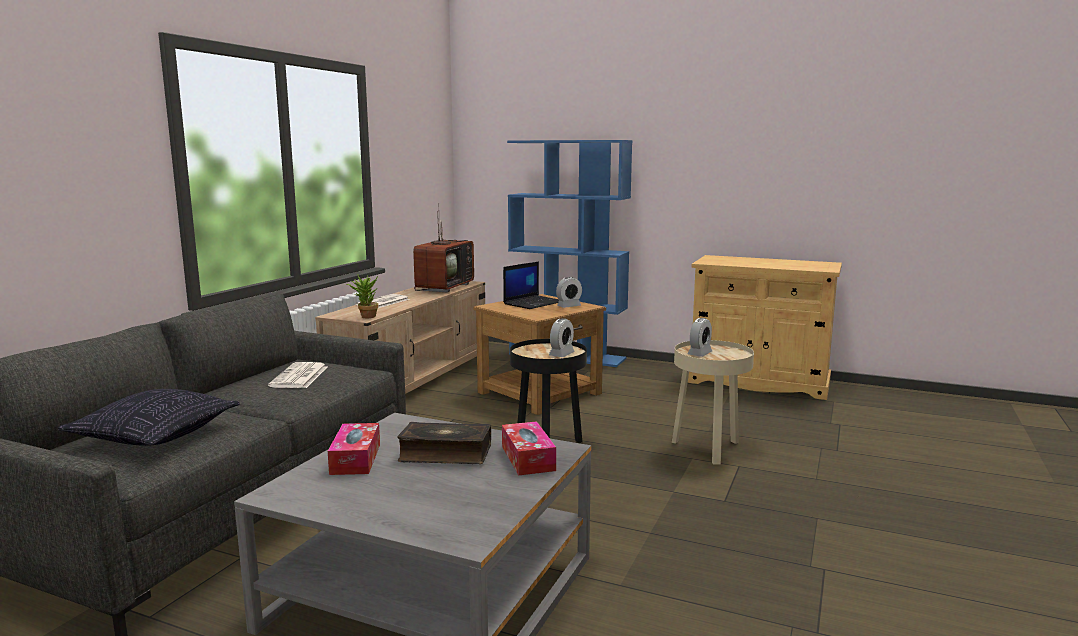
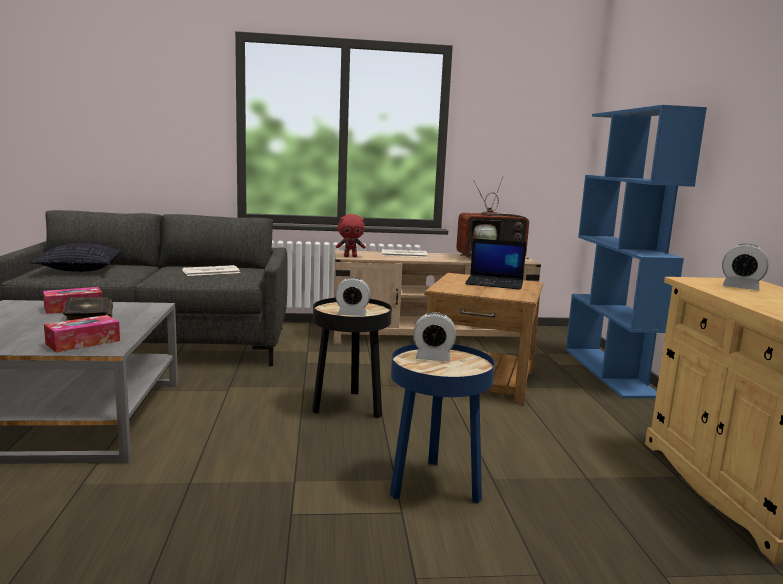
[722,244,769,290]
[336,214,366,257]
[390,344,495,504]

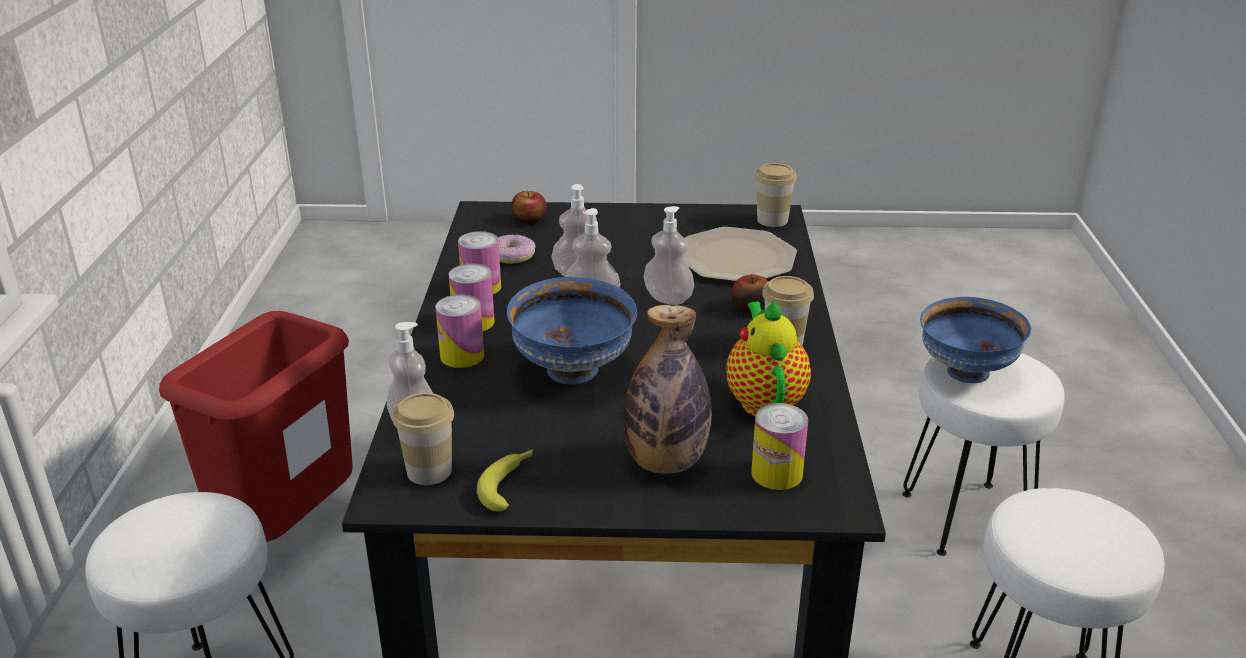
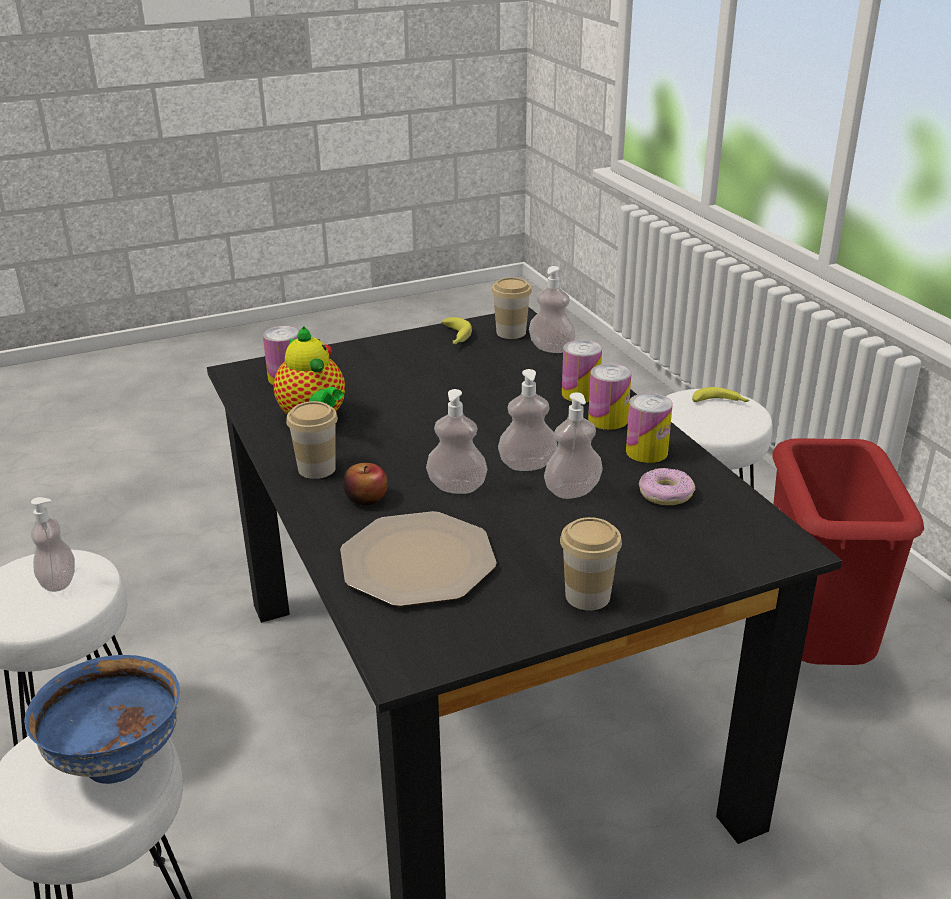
[507,277,637,384] (first image)
[511,191,547,224] (first image)
[623,305,712,474] (first image)
[31,497,75,592]
[692,387,750,403]
[560,517,622,611]

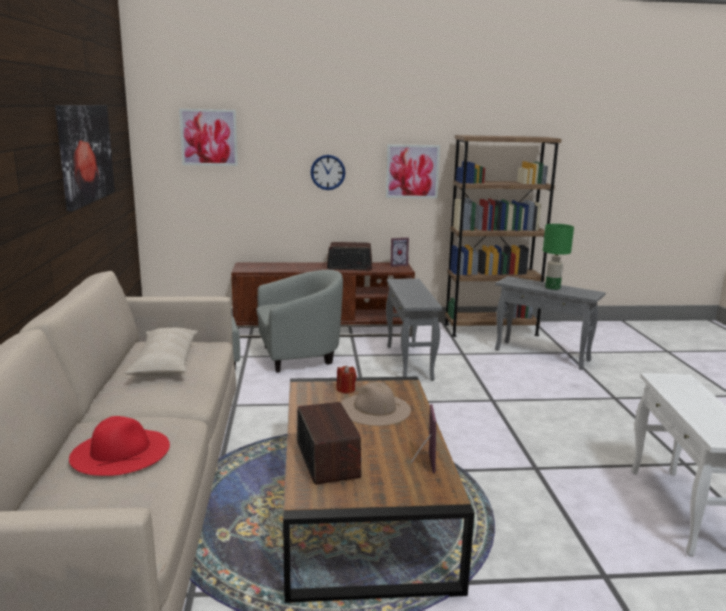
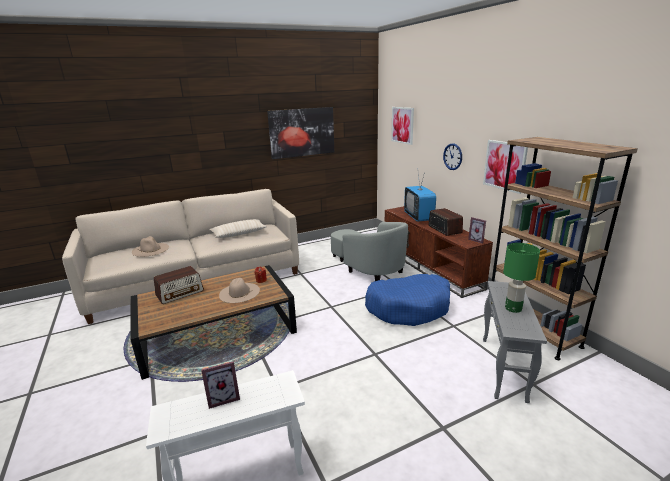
[404,172,436,222]
[201,361,240,409]
[365,274,450,326]
[132,236,169,257]

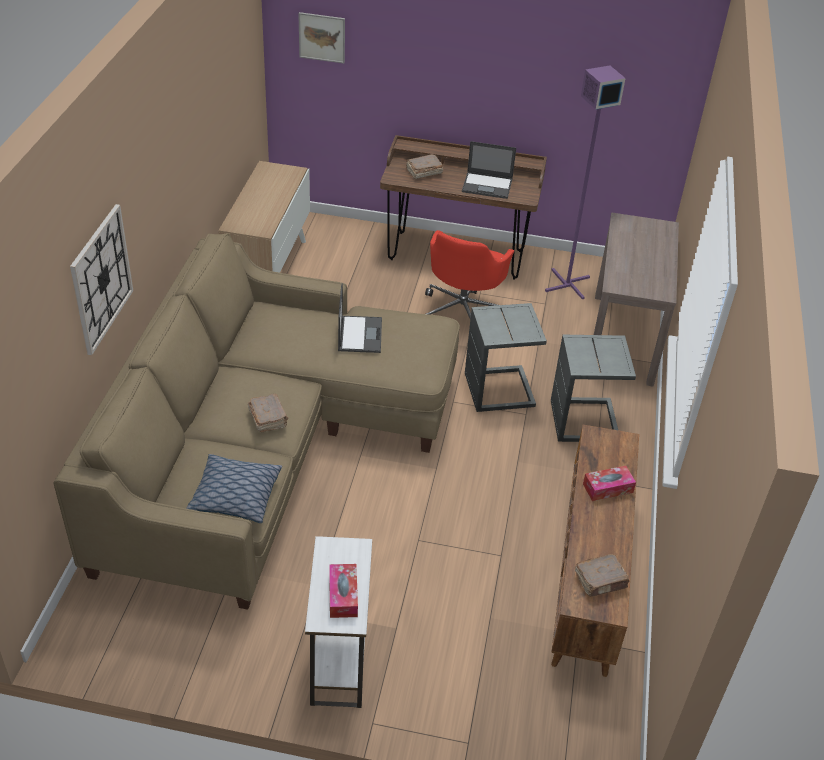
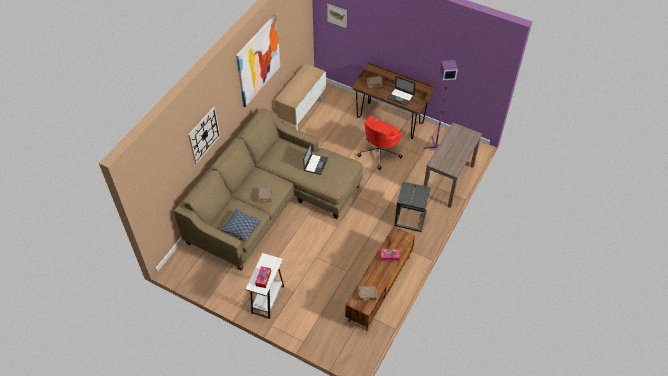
[465,303,547,412] (first image)
[236,14,281,107]

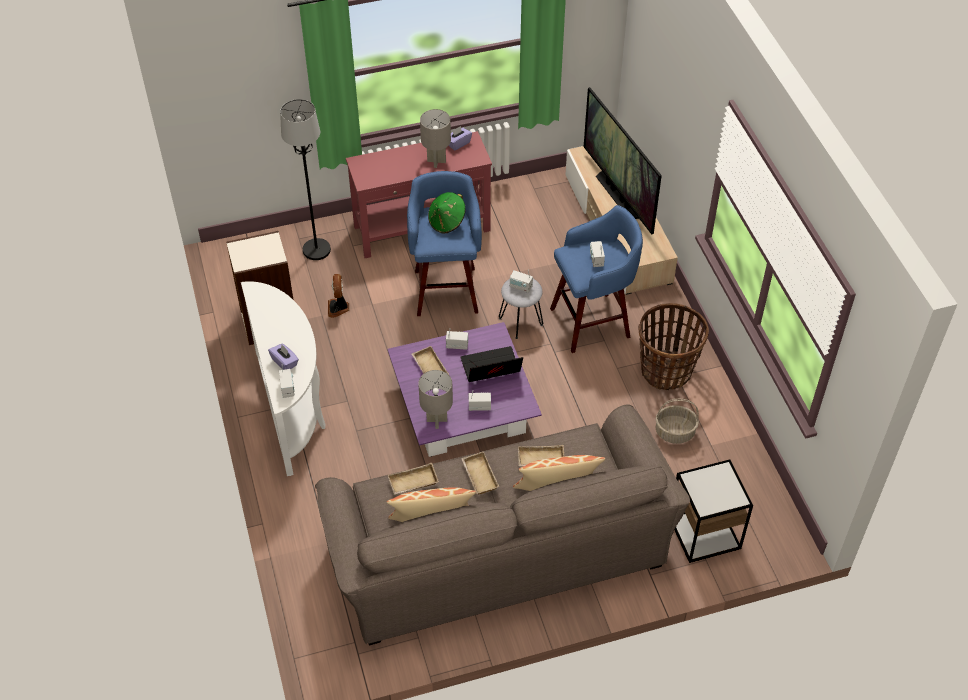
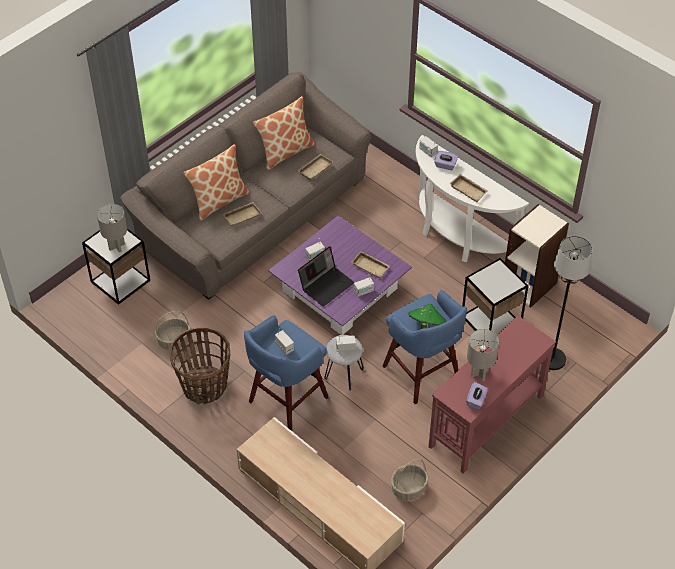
[584,87,662,235] (first image)
[391,459,428,500]
[97,204,127,253]
[450,174,488,202]
[462,258,528,335]

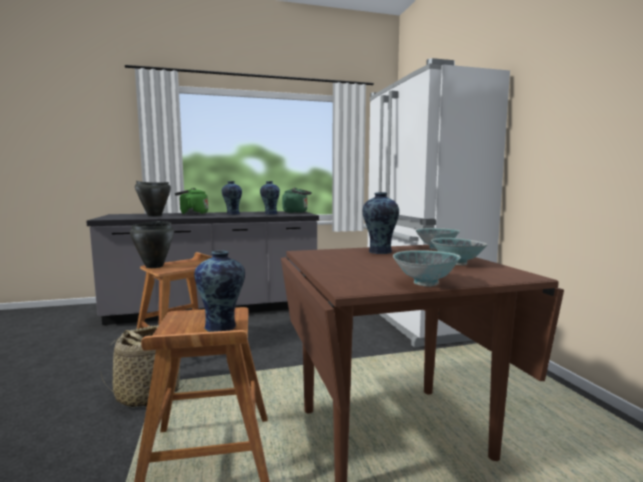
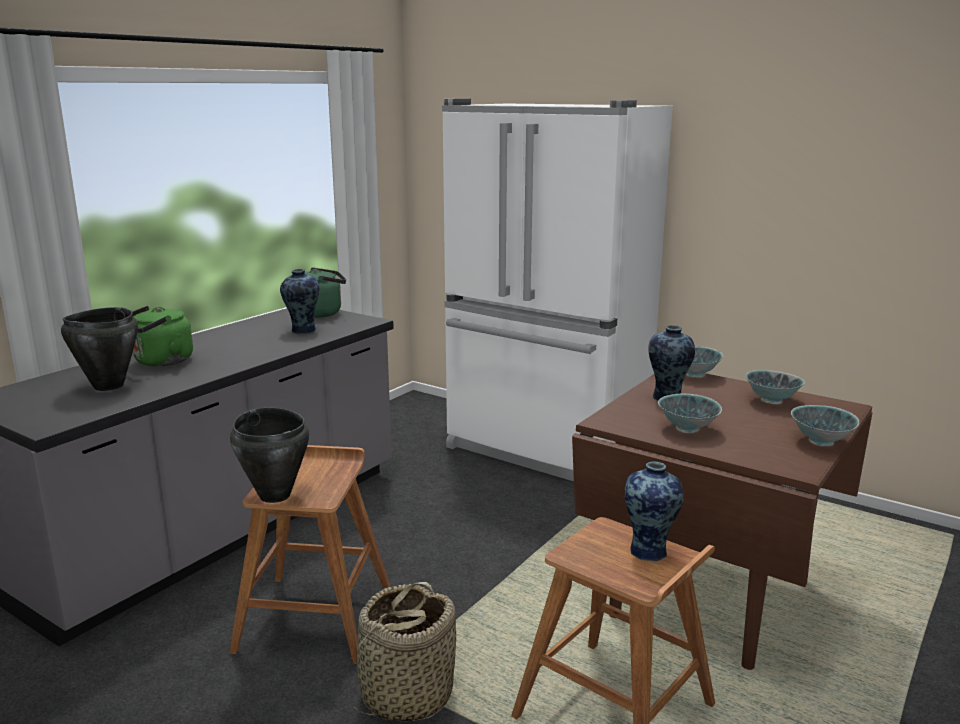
[221,181,242,215] (first image)
[658,394,722,434]

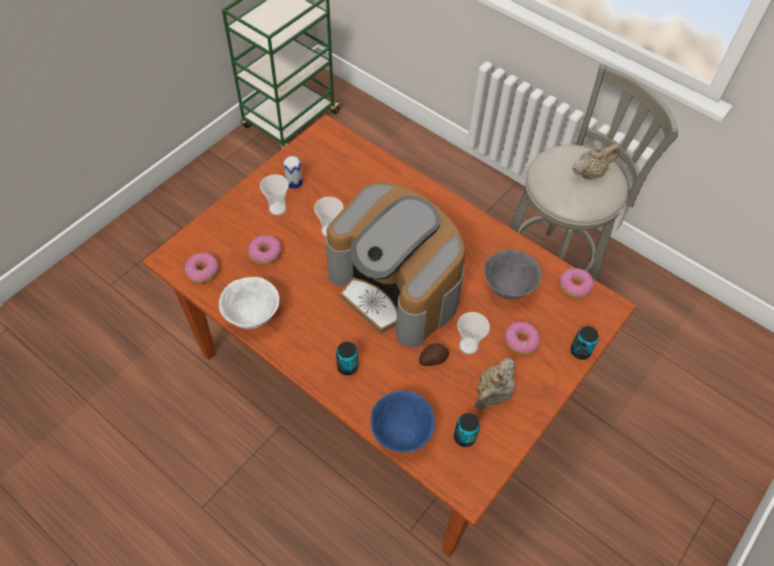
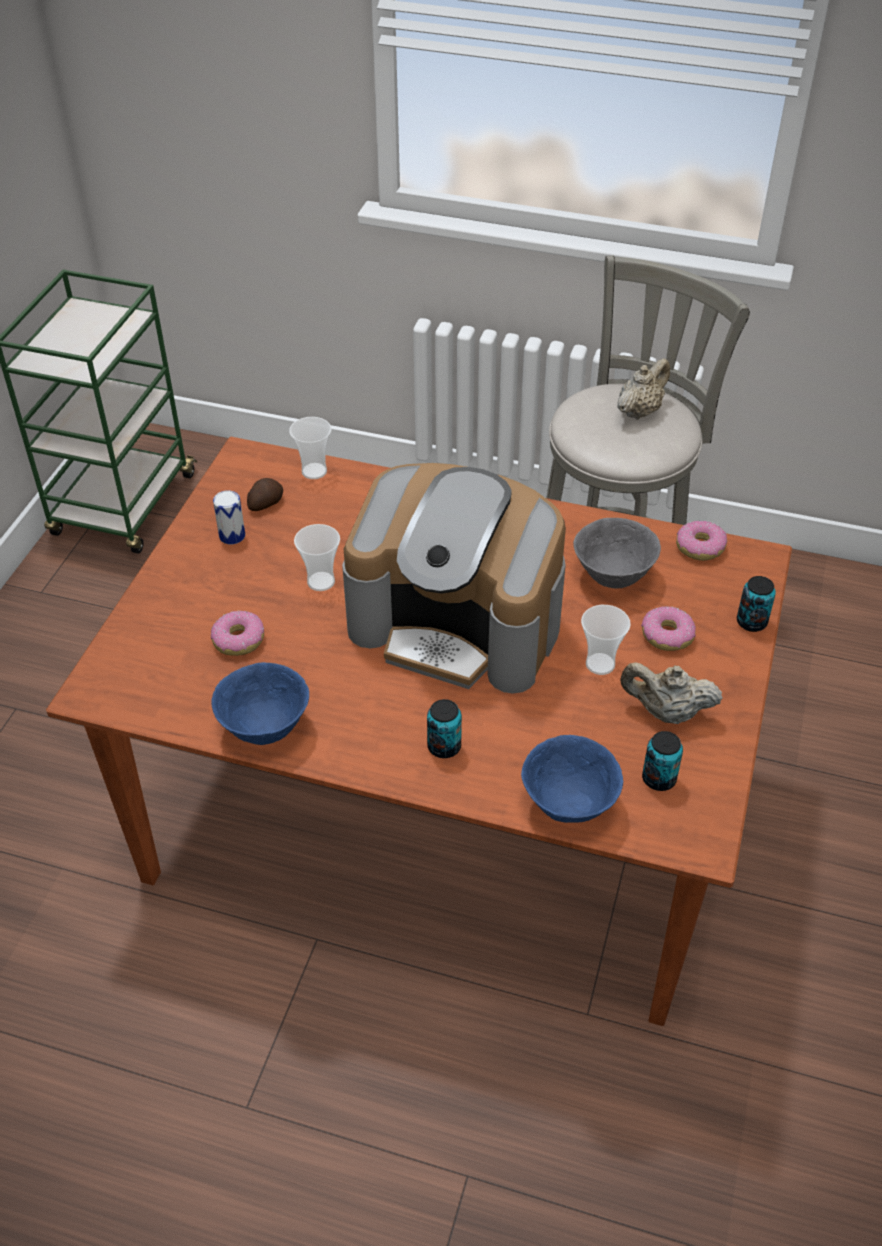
[184,253,219,283] (first image)
[289,417,332,479]
[247,478,283,511]
[211,662,309,745]
[620,662,723,724]

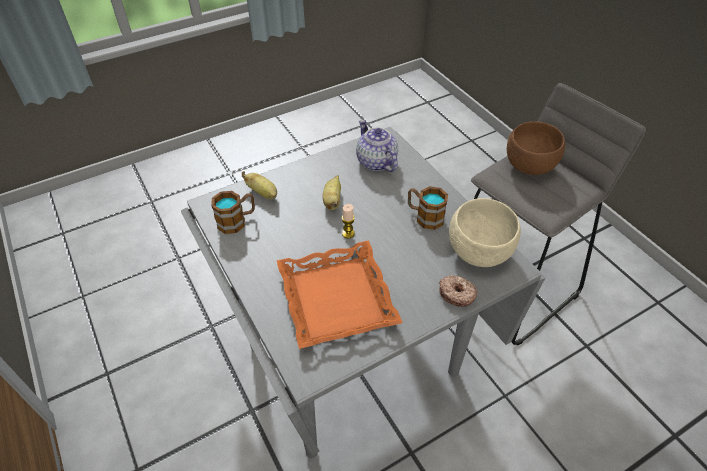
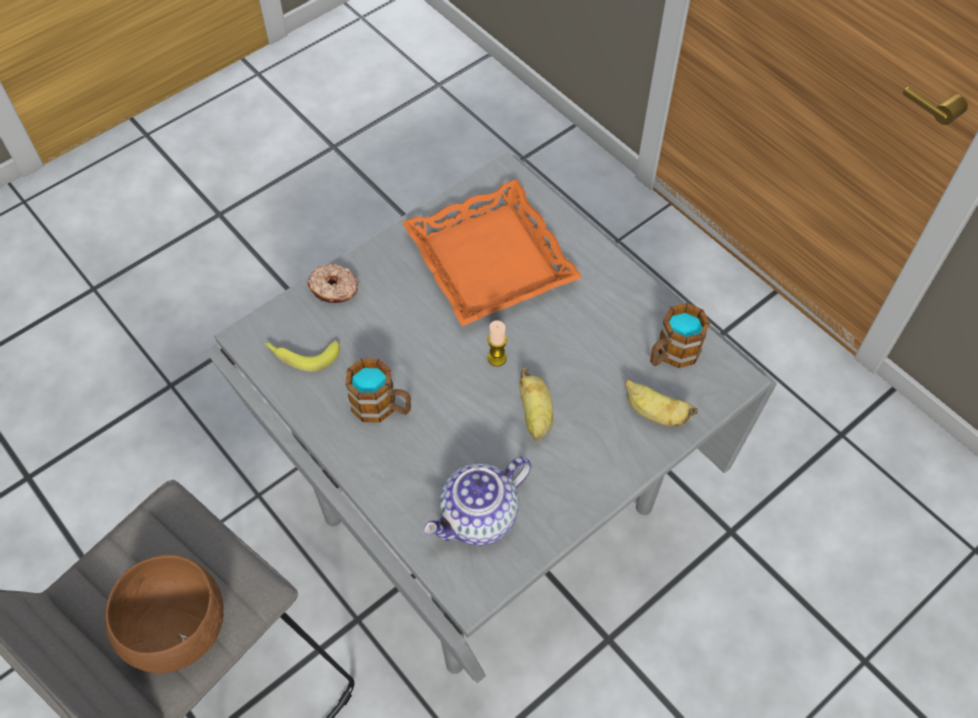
[264,340,340,372]
[423,456,532,546]

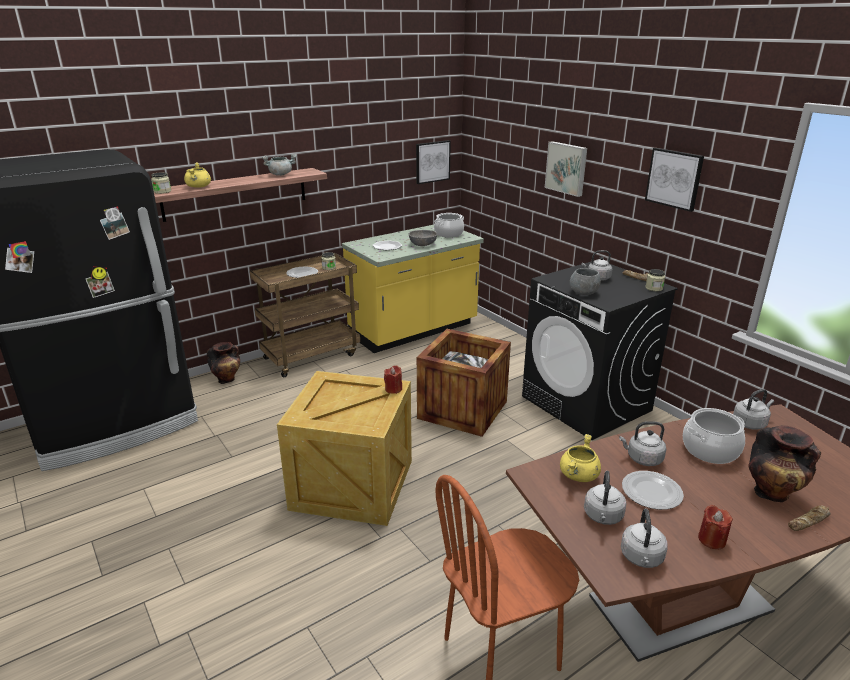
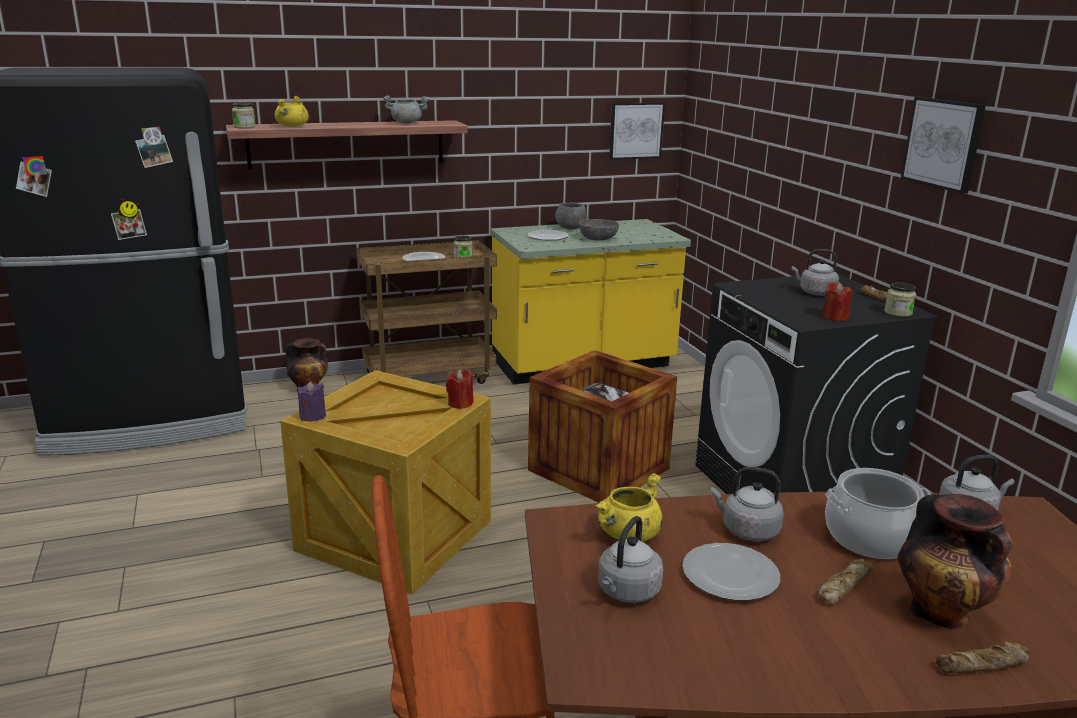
[434,213,464,238] (first image)
[545,141,587,197] (first image)
[621,508,668,568] (first image)
[298,381,326,421]
[818,559,874,605]
[555,203,587,229]
[822,282,853,321]

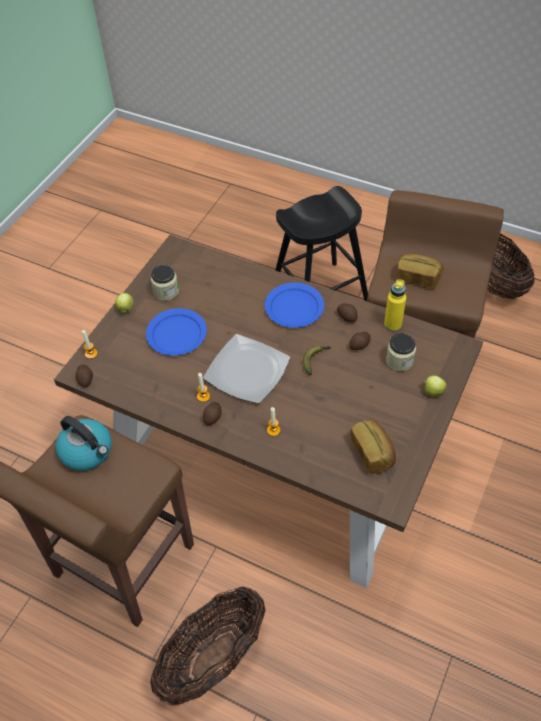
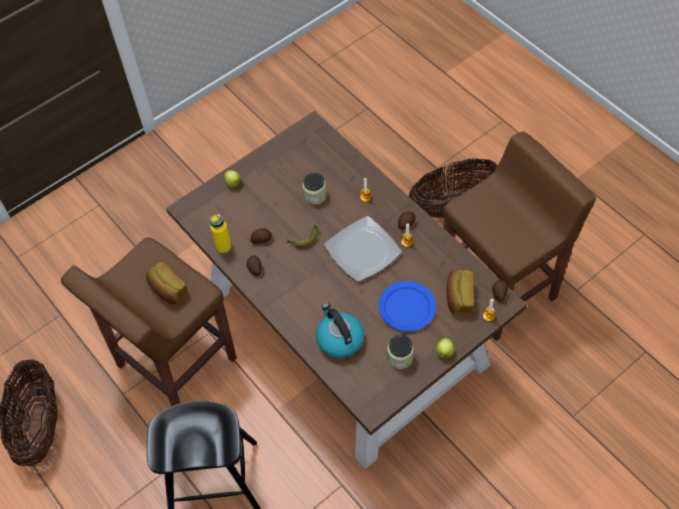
[265,283,324,328] (first image)
[316,303,364,358]
[446,270,474,315]
[302,172,327,205]

